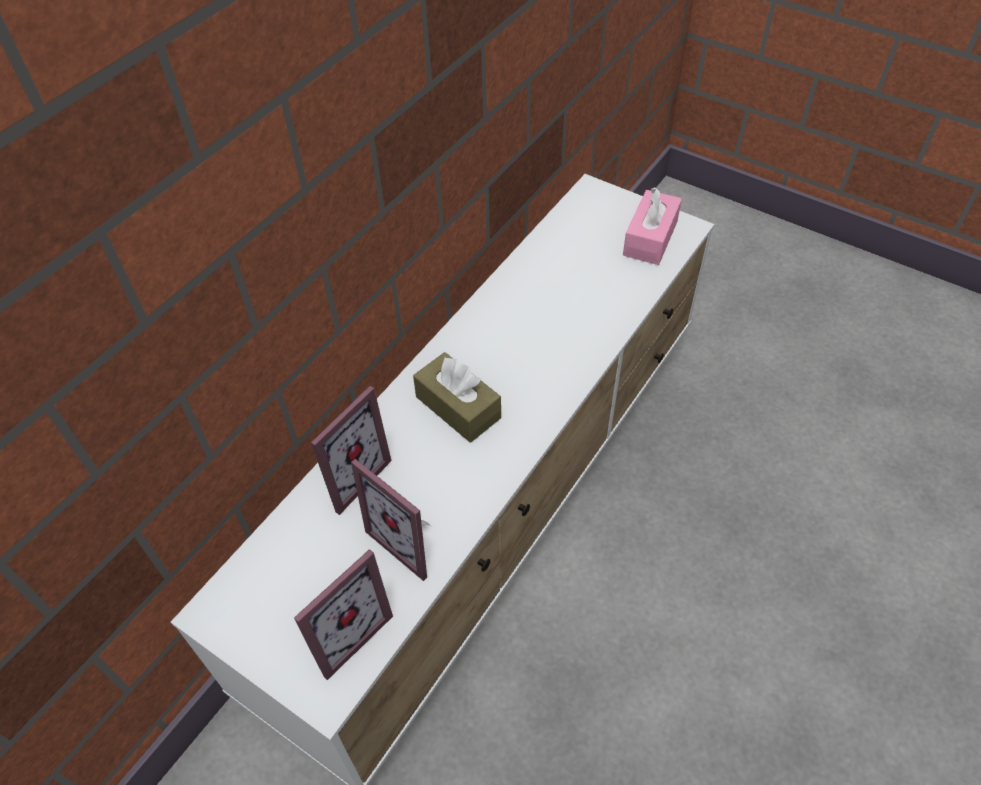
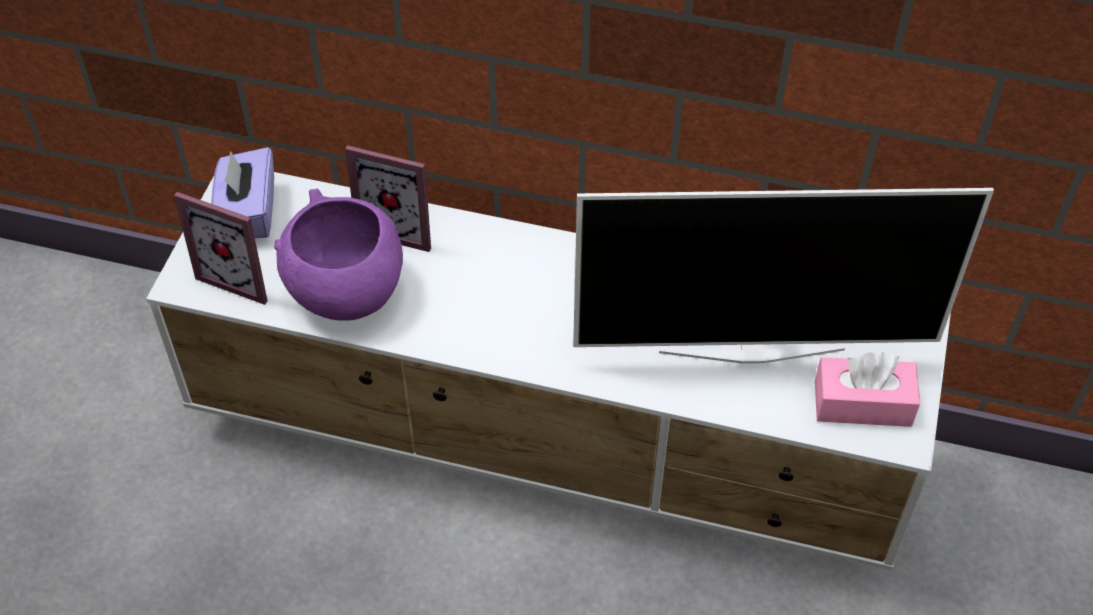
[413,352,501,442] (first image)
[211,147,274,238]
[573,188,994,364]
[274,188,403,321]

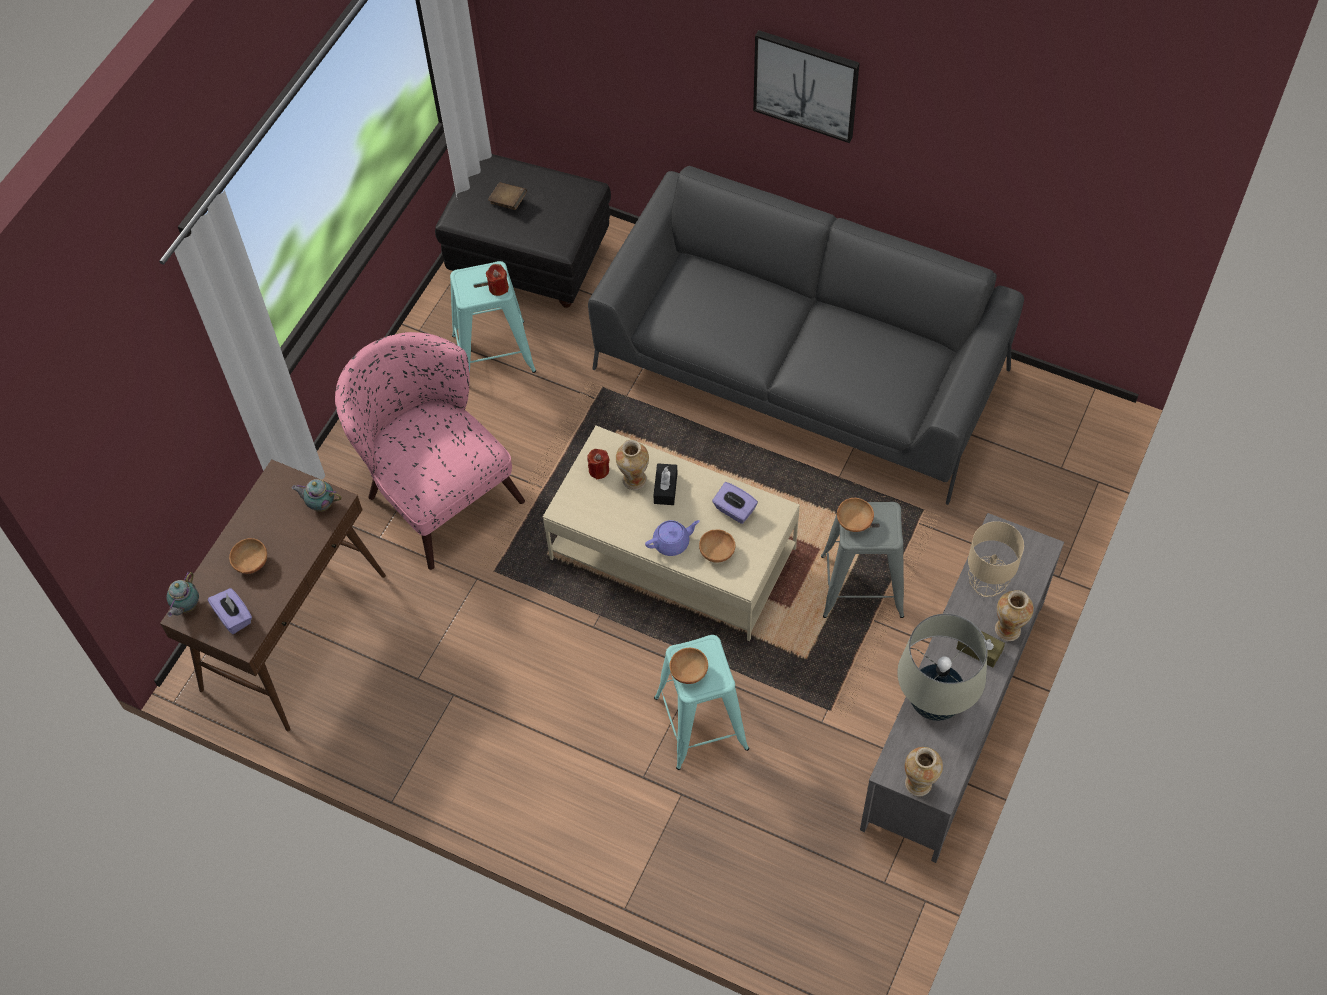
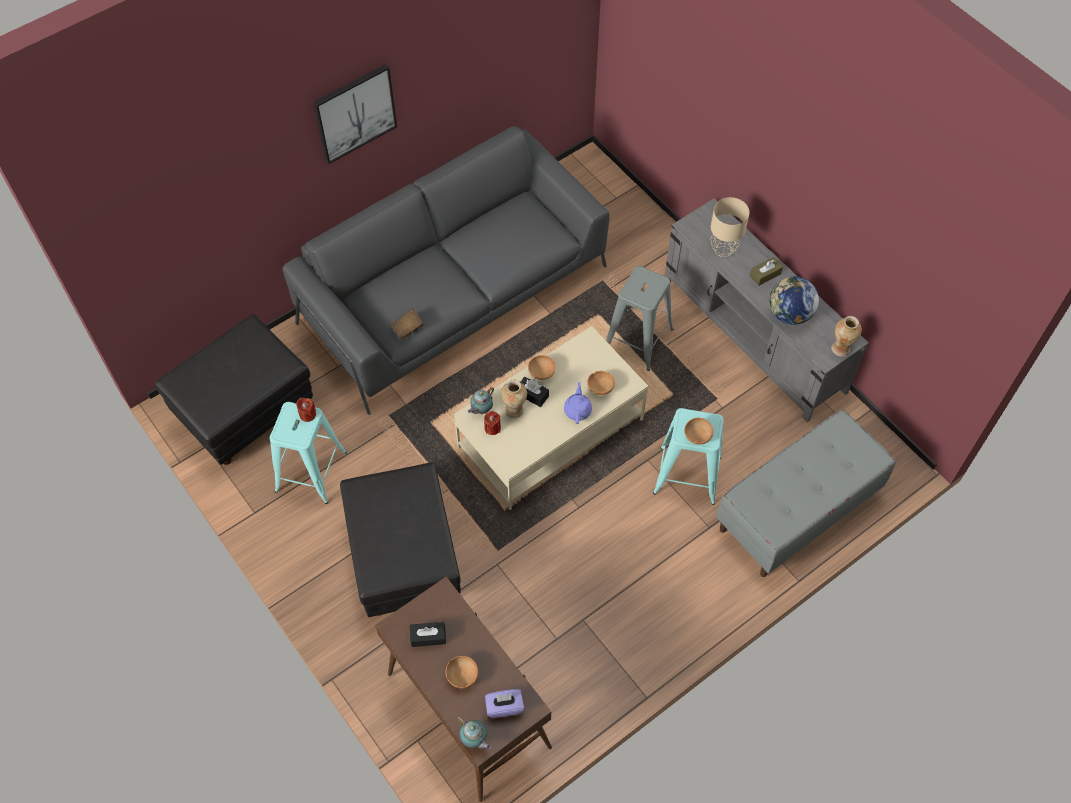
[712,482,758,524] (first image)
[995,590,1034,641] (first image)
[410,622,446,647]
[716,410,896,577]
[468,387,494,414]
[390,309,424,340]
[528,355,556,380]
[340,462,461,617]
[769,277,819,325]

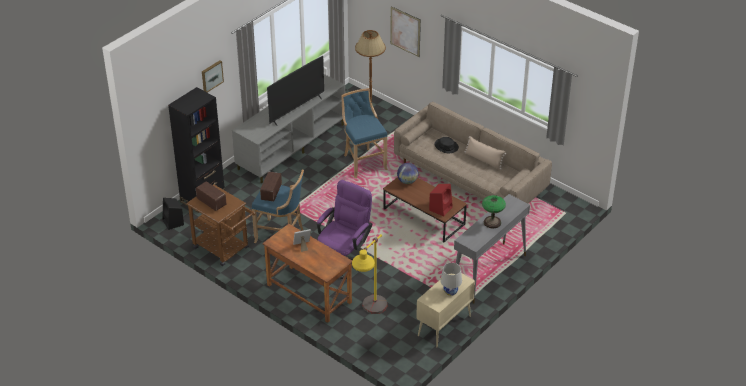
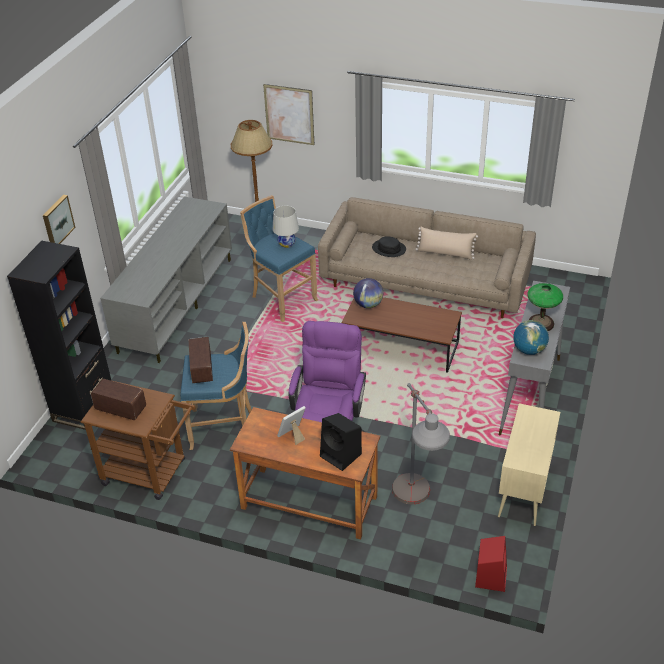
[267,56,324,126] (first image)
[513,320,549,355]
[320,413,362,471]
[475,536,507,592]
[273,206,299,248]
[392,383,450,504]

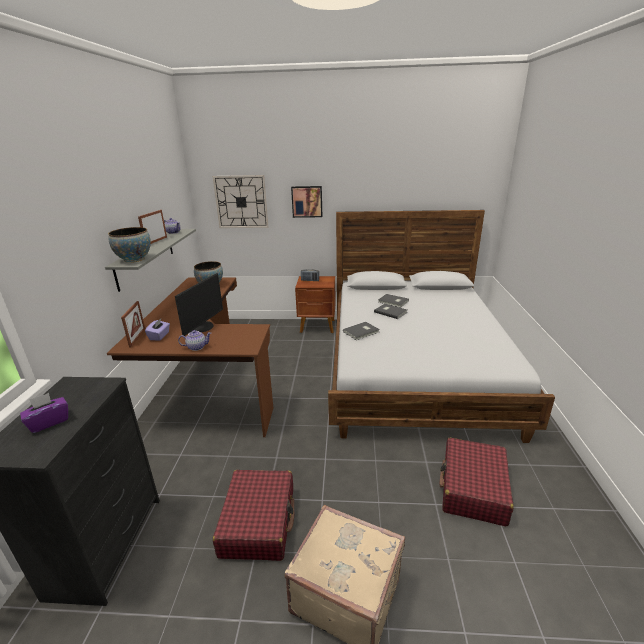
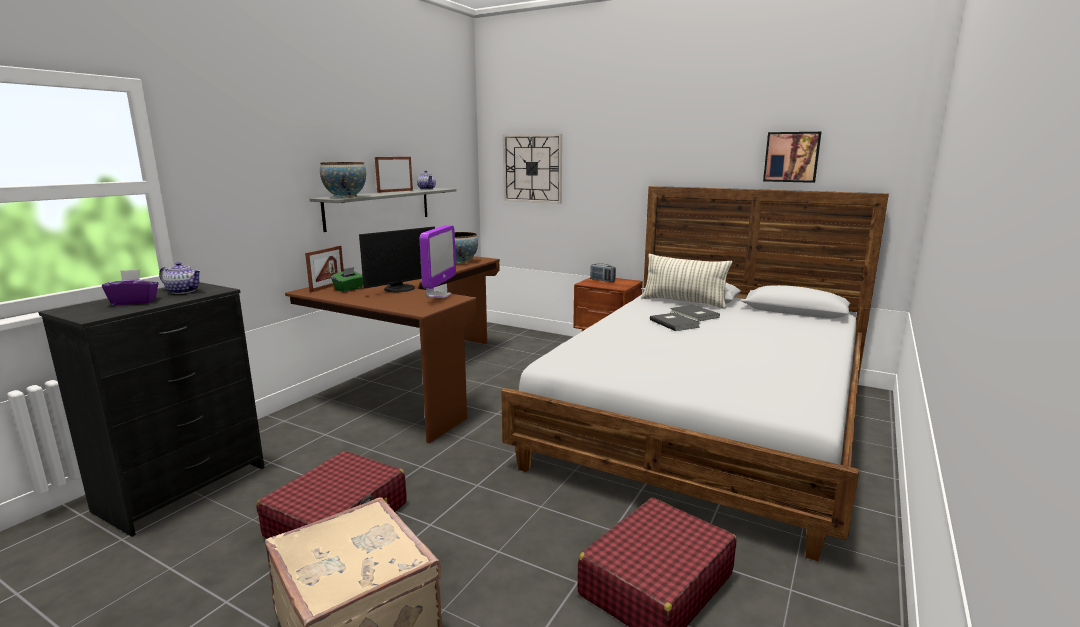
[343,322,380,340] (first image)
[420,225,456,298]
[641,254,732,309]
[159,262,201,294]
[763,132,821,183]
[331,267,363,292]

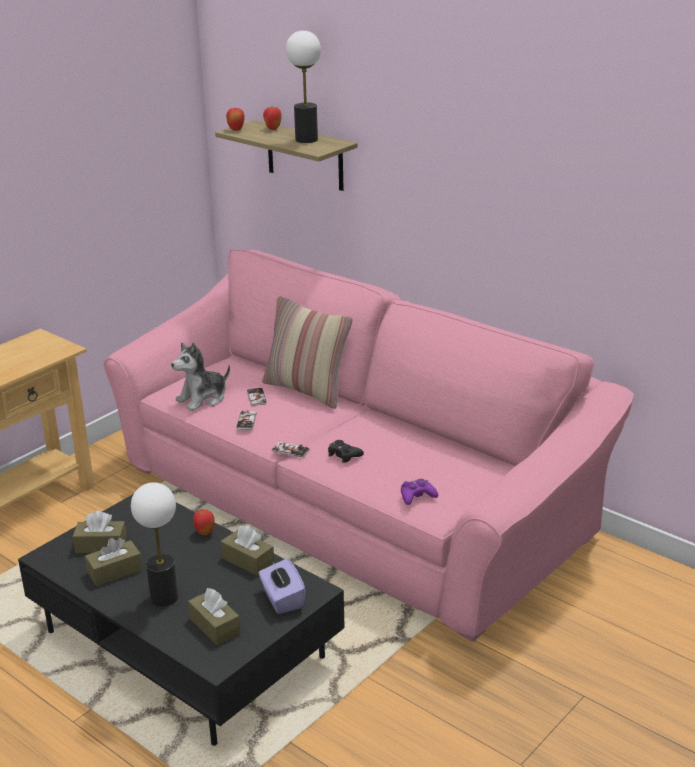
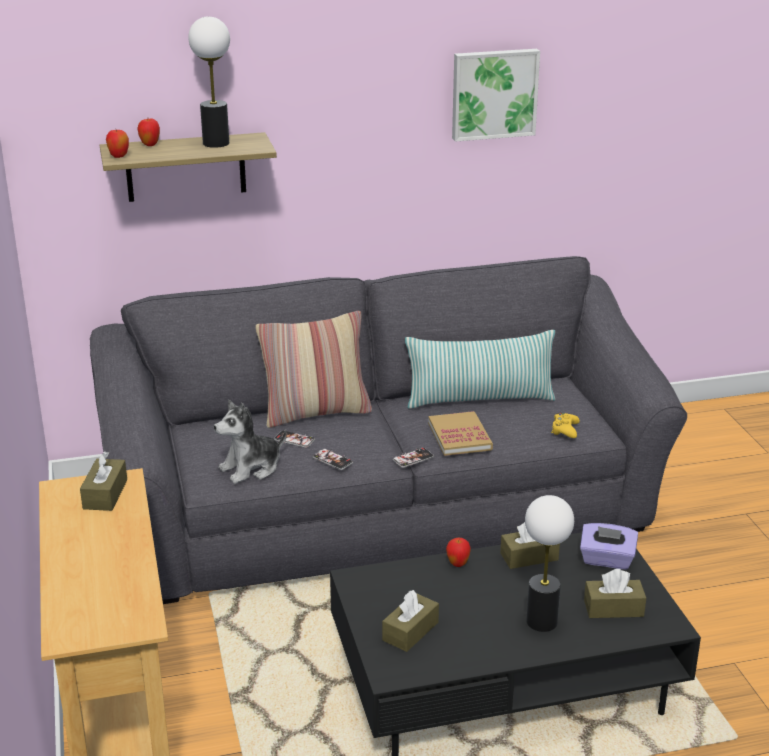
[405,330,555,409]
[452,49,540,142]
[80,451,127,511]
[428,411,493,456]
[90,256,687,604]
[551,413,580,438]
[214,400,287,484]

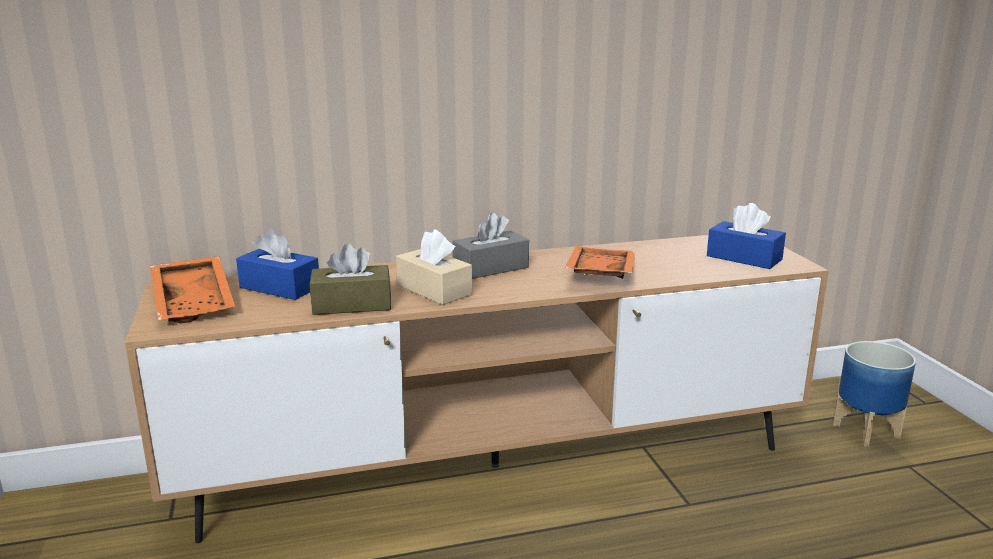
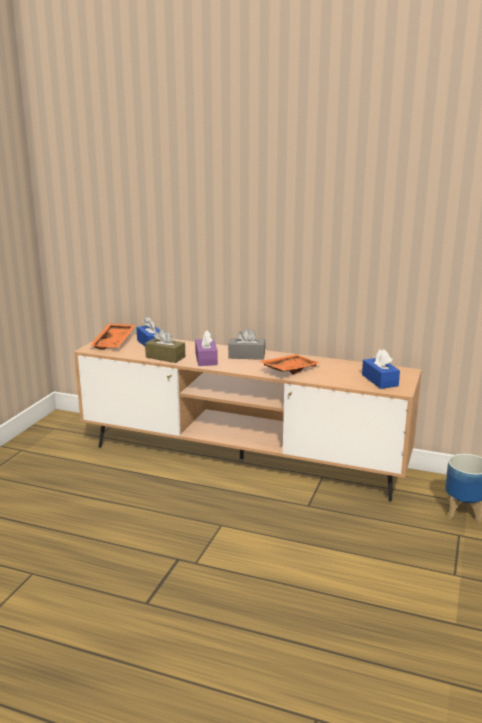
[195,330,218,366]

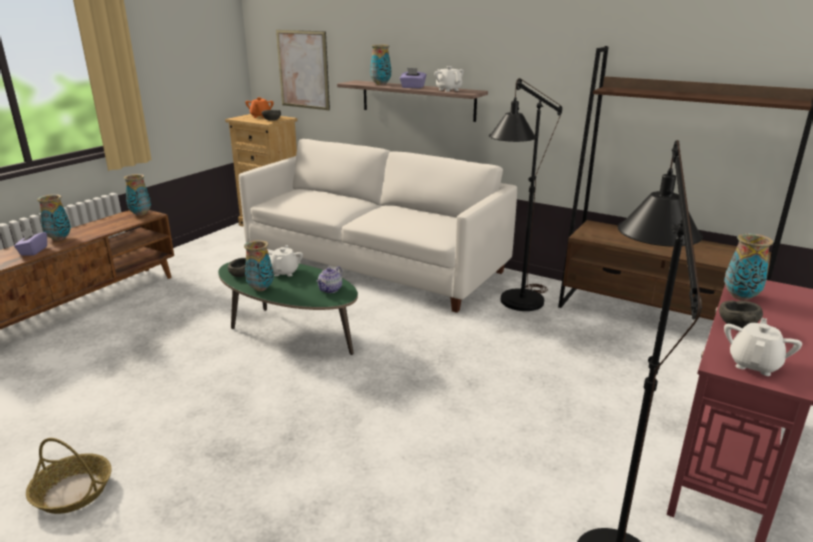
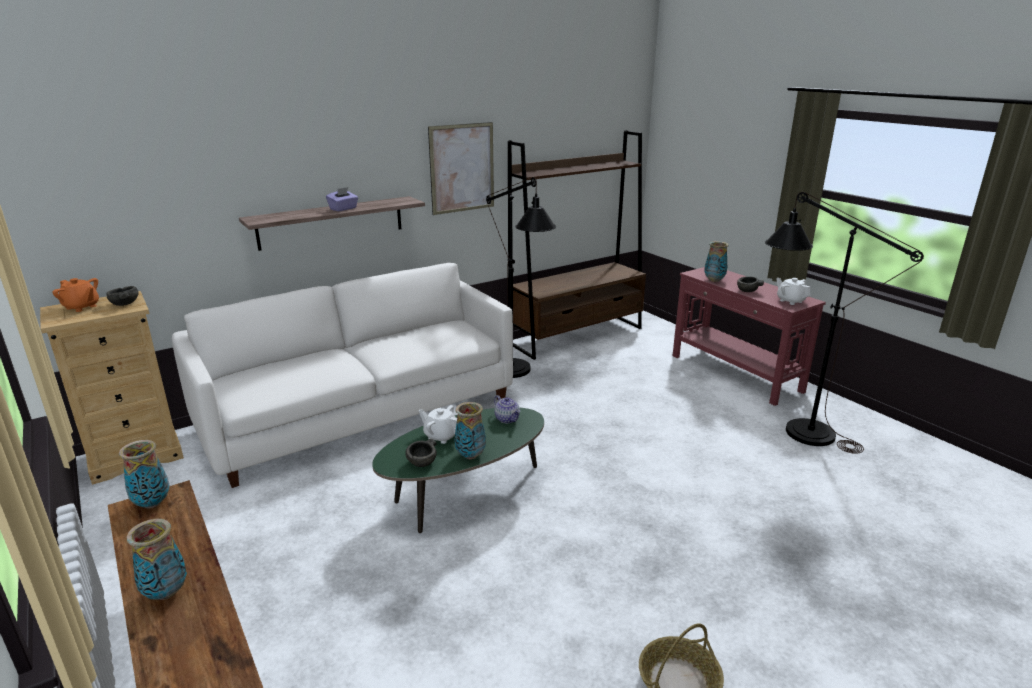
[14,228,47,255] (first image)
[370,45,391,85] (first image)
[434,66,464,92] (first image)
[428,122,494,215]

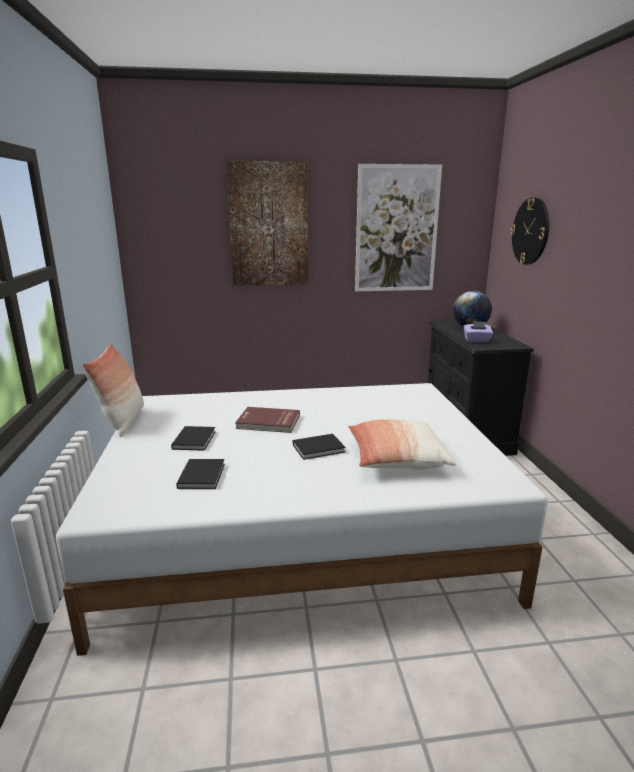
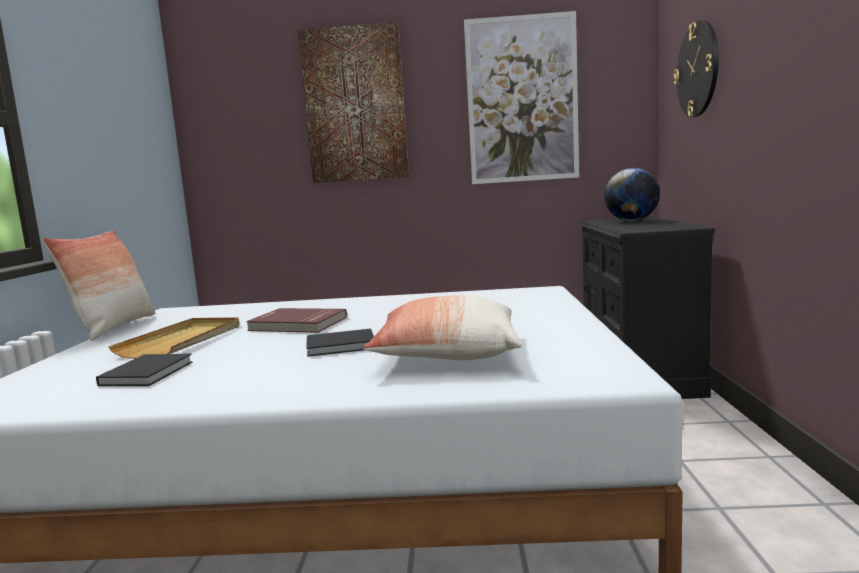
[464,321,493,342] (first image)
[108,317,239,359]

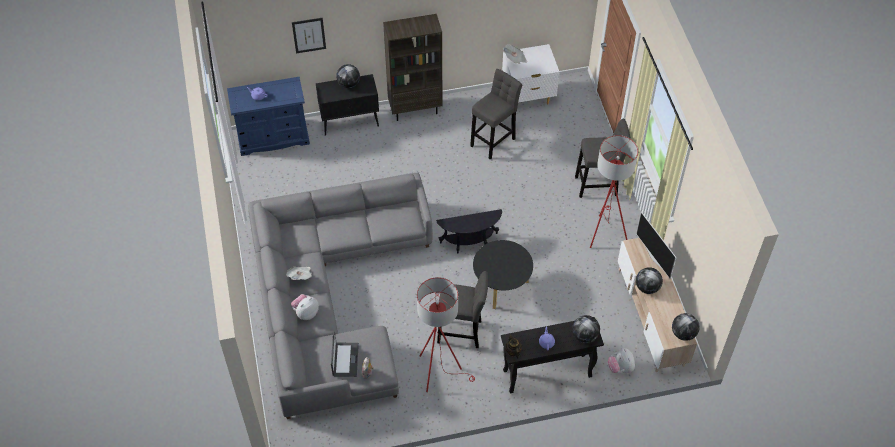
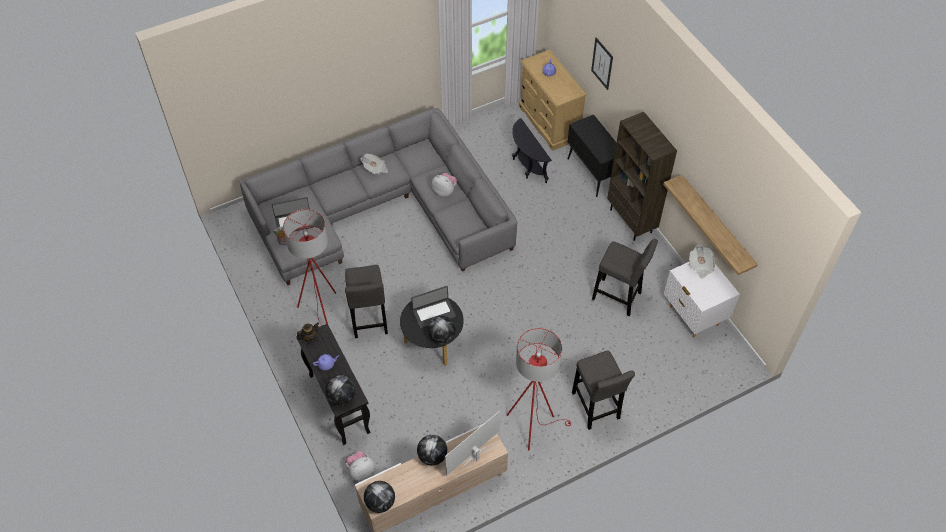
[411,286,456,329]
[663,175,758,275]
[432,173,457,197]
[428,316,456,344]
[512,118,552,183]
[519,50,587,151]

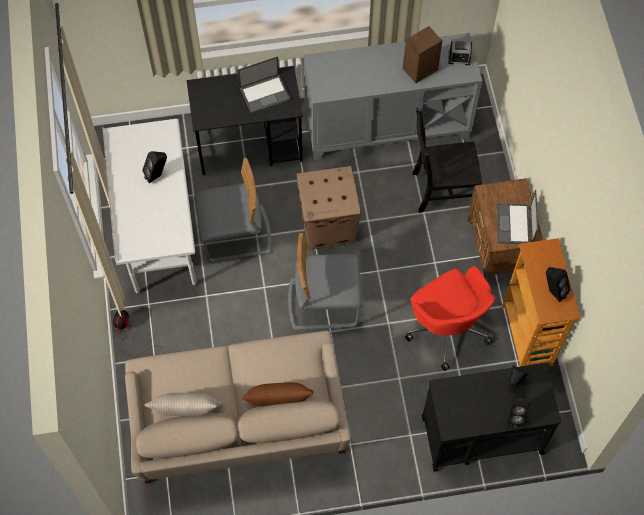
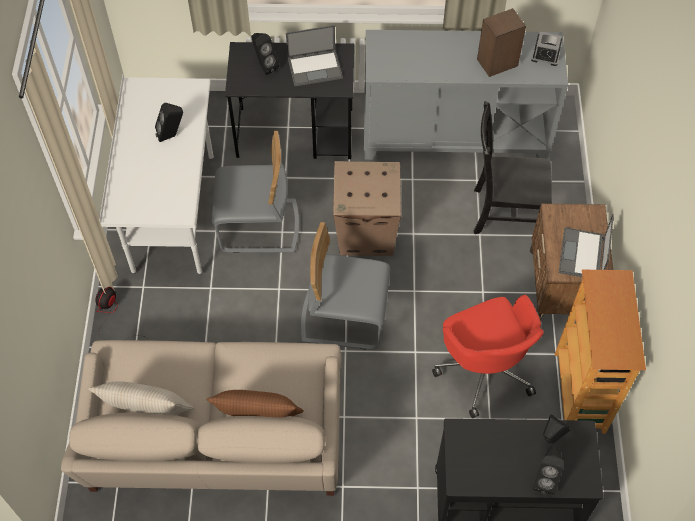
[251,33,279,75]

